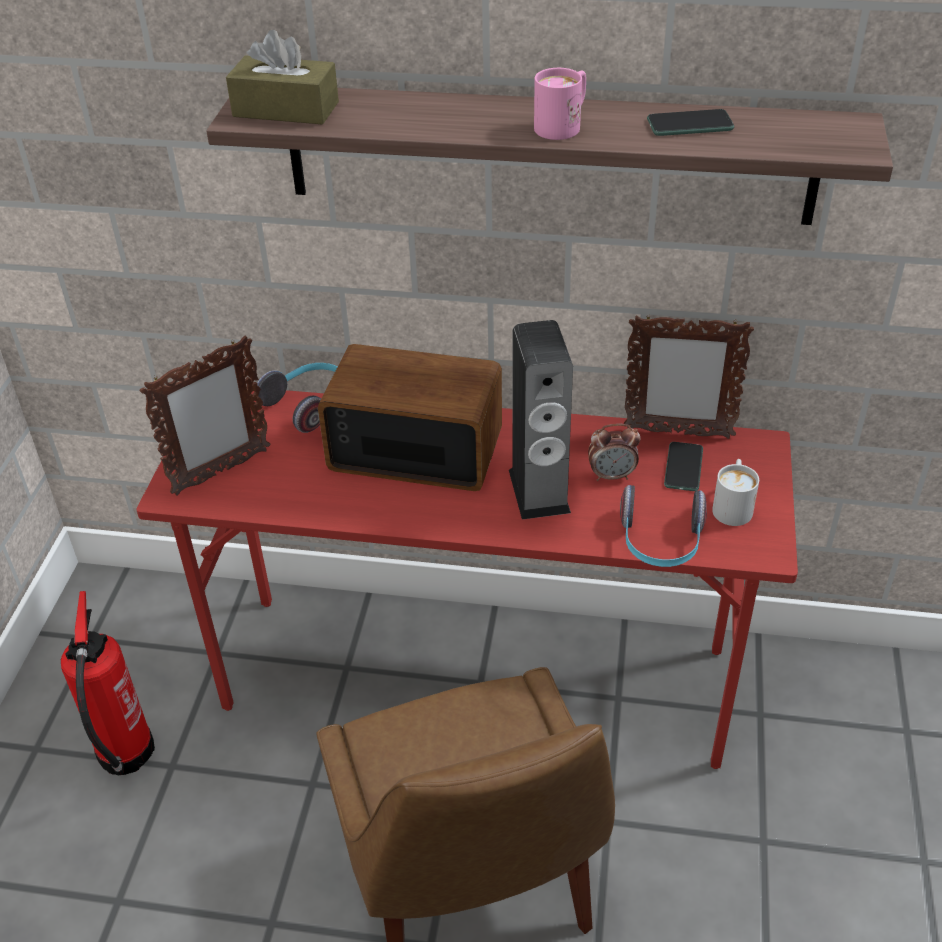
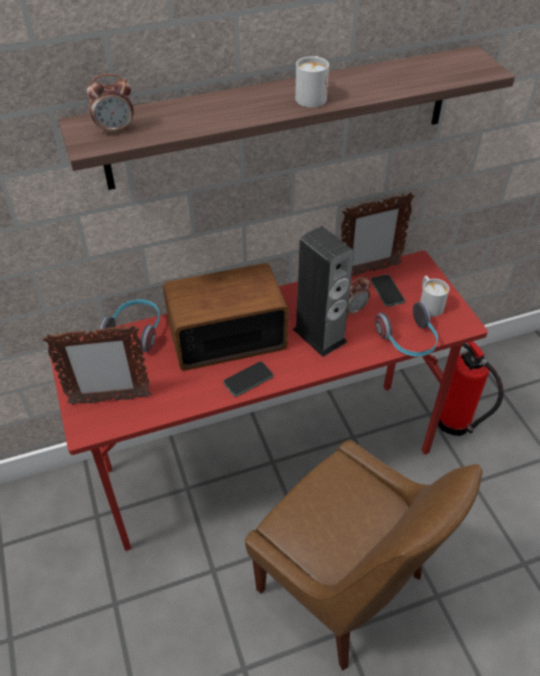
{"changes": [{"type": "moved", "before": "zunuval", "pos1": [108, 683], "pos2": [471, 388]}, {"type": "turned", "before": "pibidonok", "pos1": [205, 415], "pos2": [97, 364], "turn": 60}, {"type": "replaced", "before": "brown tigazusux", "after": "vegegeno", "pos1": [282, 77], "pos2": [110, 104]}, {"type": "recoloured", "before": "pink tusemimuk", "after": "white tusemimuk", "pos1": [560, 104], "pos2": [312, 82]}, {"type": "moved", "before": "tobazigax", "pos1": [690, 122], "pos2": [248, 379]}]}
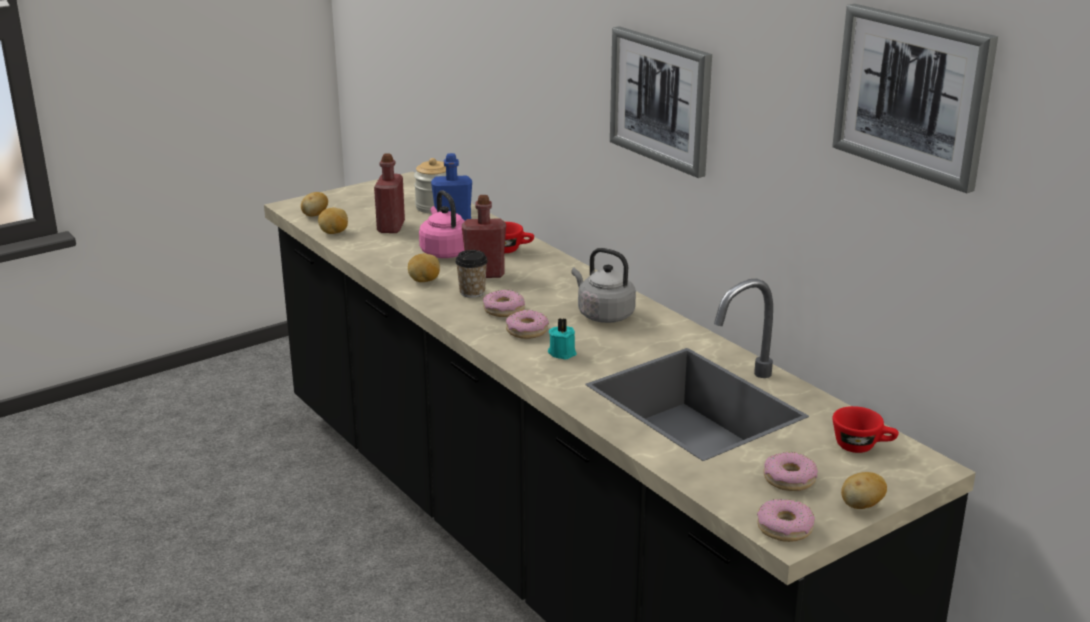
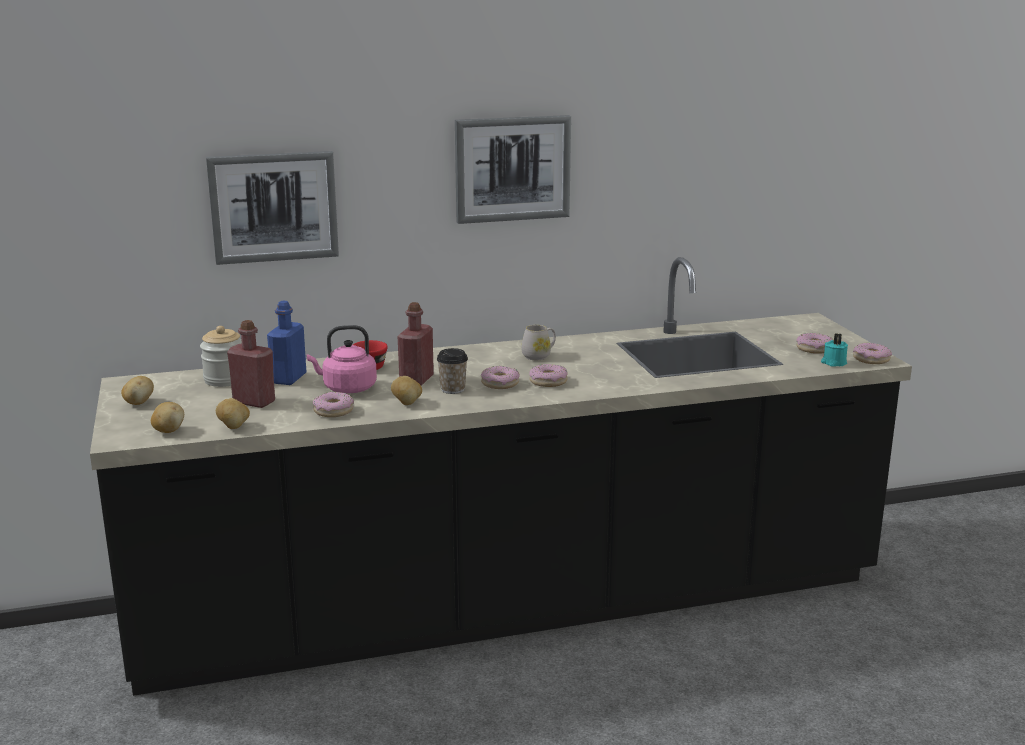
{"changes": [{"type": "moved", "before": "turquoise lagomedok", "pos1": [562, 339], "pos2": [834, 350]}, {"type": "replaced", "before": "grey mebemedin", "after": "white tusemimuk", "pos1": [604, 285], "pos2": [538, 342]}, {"type": "moved", "before": "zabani", "pos1": [915, 98], "pos2": [272, 208]}, {"type": "removed", "before": "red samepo", "pos1": [865, 429]}, {"type": "moved", "before": "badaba", "pos1": [864, 490], "pos2": [137, 390]}, {"type": "added", "after": "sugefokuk", "pos2": [333, 404]}]}
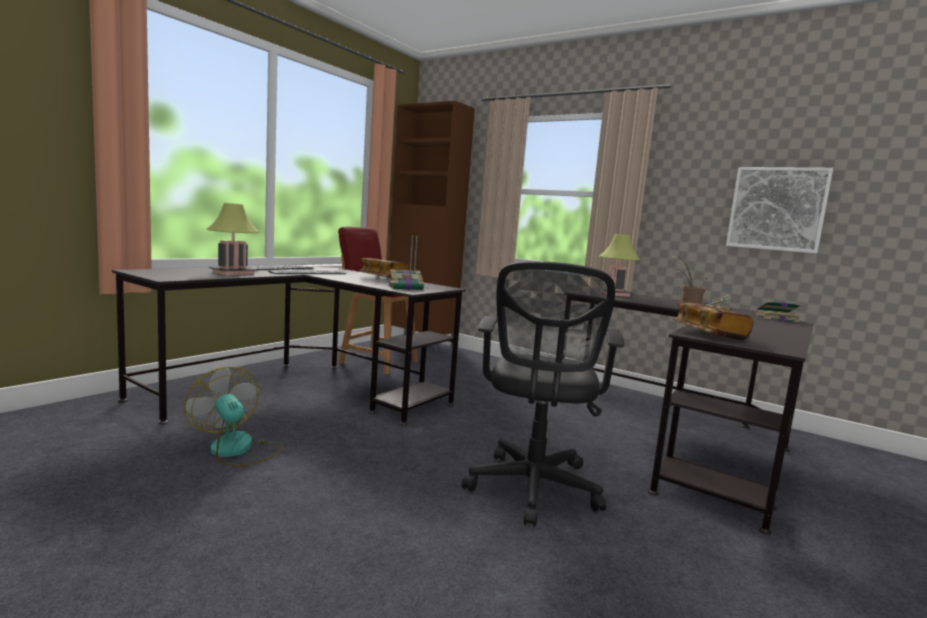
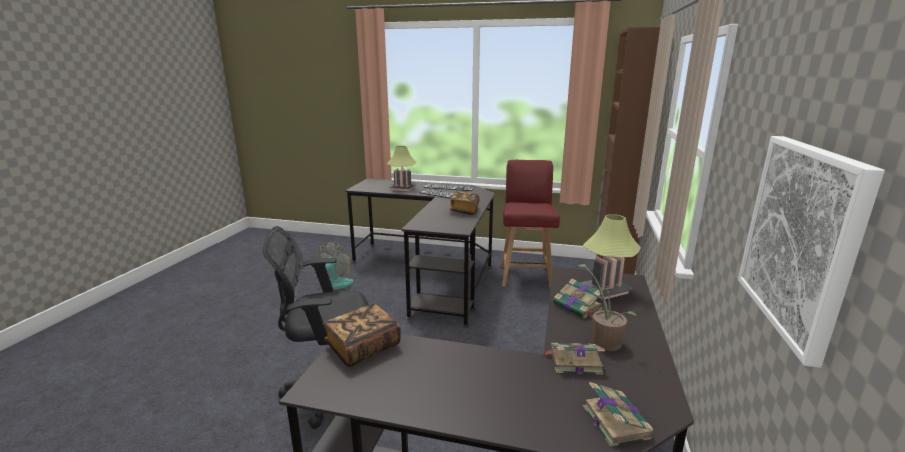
{"changes": [{"type": "moved", "before": "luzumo", "pos1": [408, 279], "pos2": [577, 298]}]}
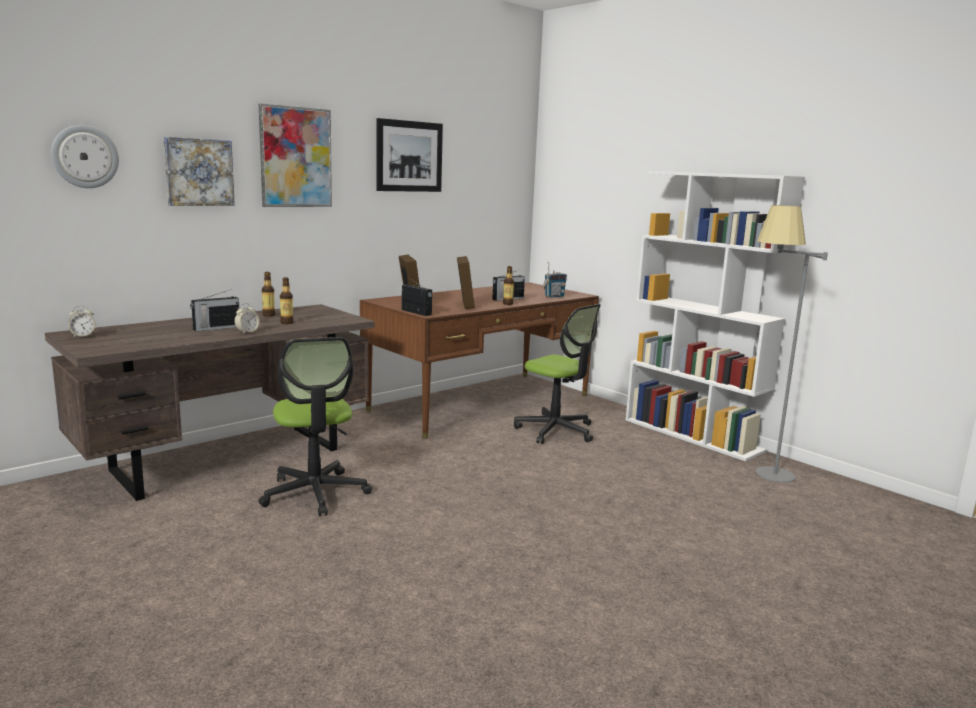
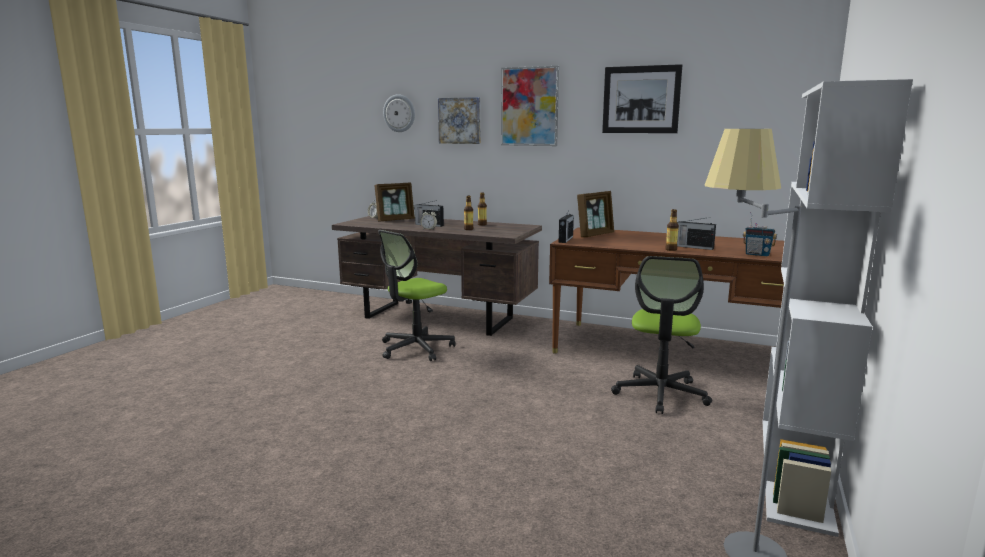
{"changes": [{"type": "moved", "before": "pibidonok", "pos1": [466, 282], "pos2": [394, 202]}]}
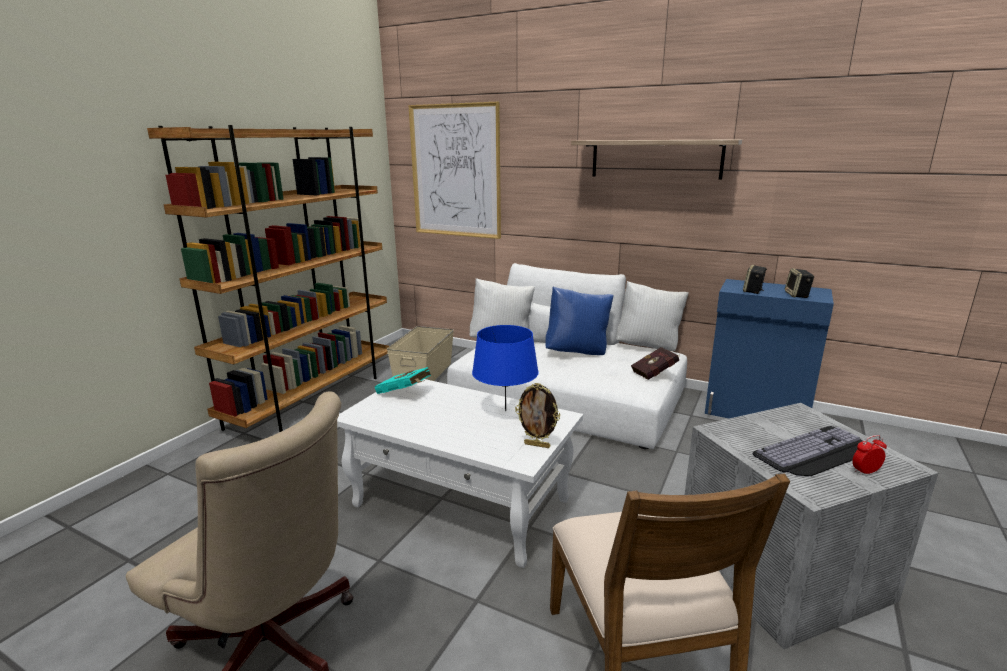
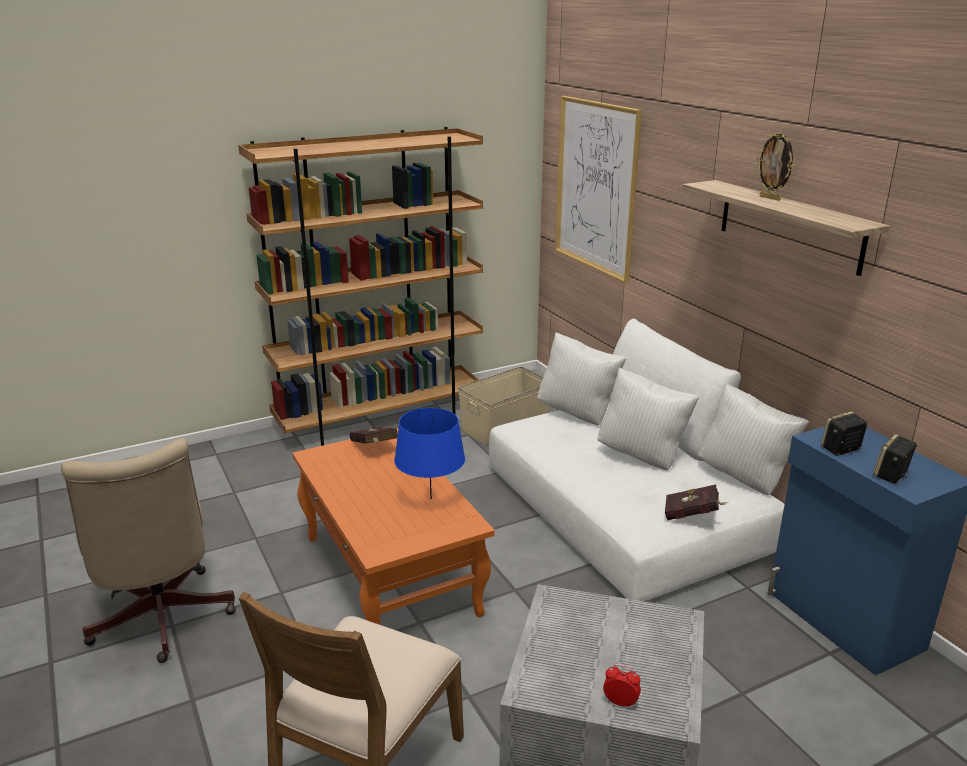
{"changes": [{"type": "recoloured", "before": "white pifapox", "after": "orange pifapox", "pos1": [460, 473], "pos2": [393, 526]}, {"type": "recoloured", "before": "turquoise luzumo", "after": "red luzumo", "pos1": [403, 380], "pos2": [374, 435]}, {"type": "moved", "before": "pibidonok", "pos1": [537, 415], "pos2": [775, 166]}, {"type": "recoloured", "before": "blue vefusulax", "after": "white vefusulax", "pos1": [579, 320], "pos2": [648, 418]}, {"type": "removed", "before": "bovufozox", "pos1": [808, 451]}]}
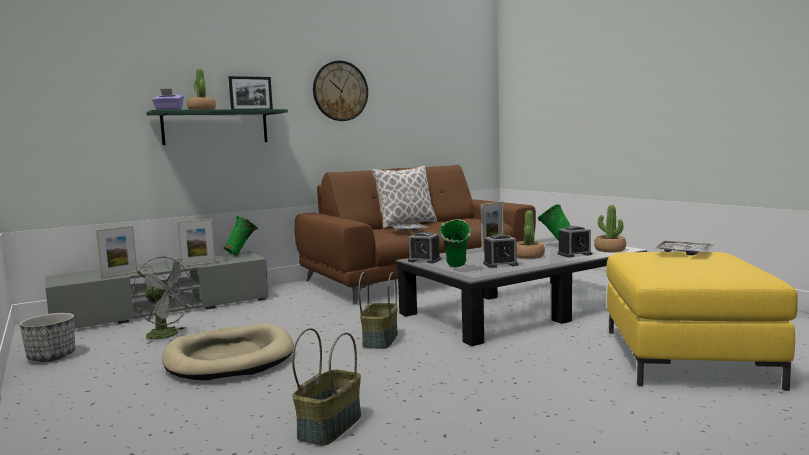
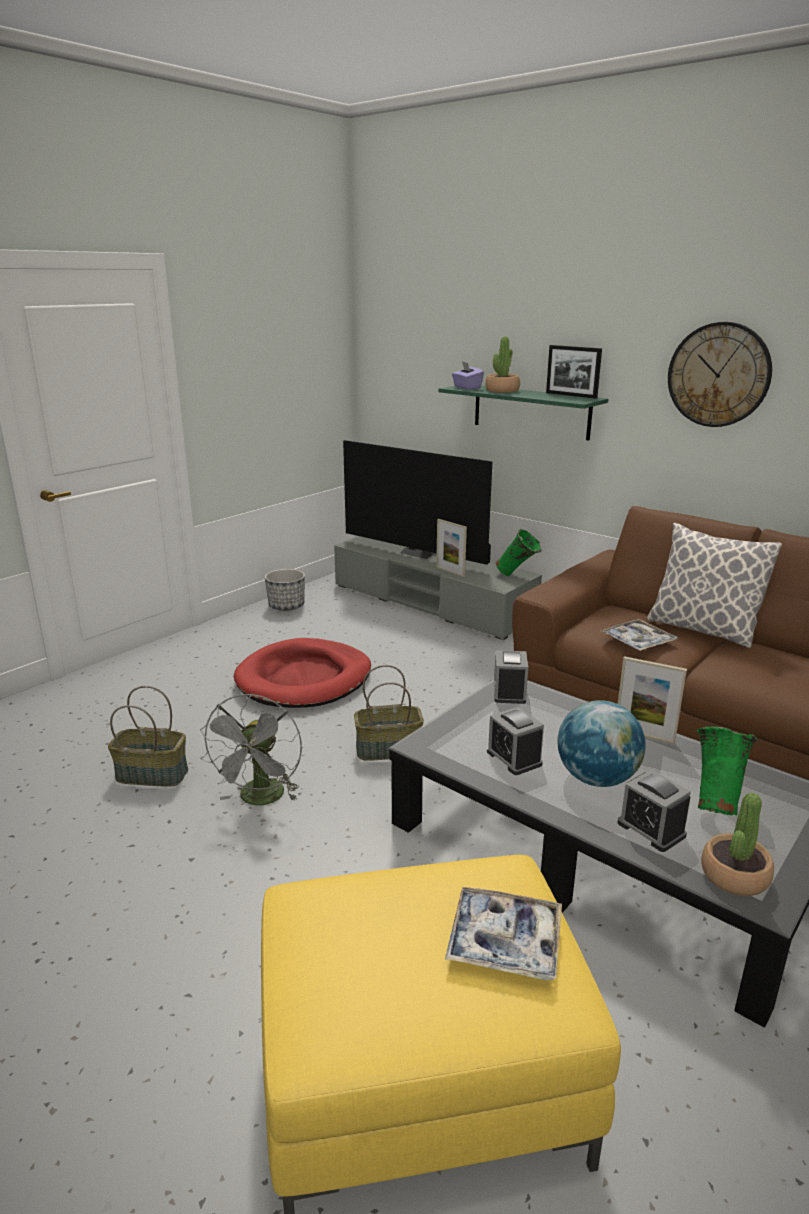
{"changes": [{"type": "removed", "before": "pibidonok", "pos1": [116, 252]}, {"type": "moved", "before": "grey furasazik", "pos1": [166, 300], "pos2": [251, 750]}, {"type": "recoloured", "before": "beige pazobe", "after": "red pazobe", "pos1": [228, 351], "pos2": [302, 673]}, {"type": "removed", "before": "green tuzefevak", "pos1": [456, 243]}, {"type": "replaced", "before": "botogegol", "after": "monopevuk", "pos1": [530, 234], "pos2": [602, 743]}, {"type": "added", "after": "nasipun", "pos2": [417, 502]}]}
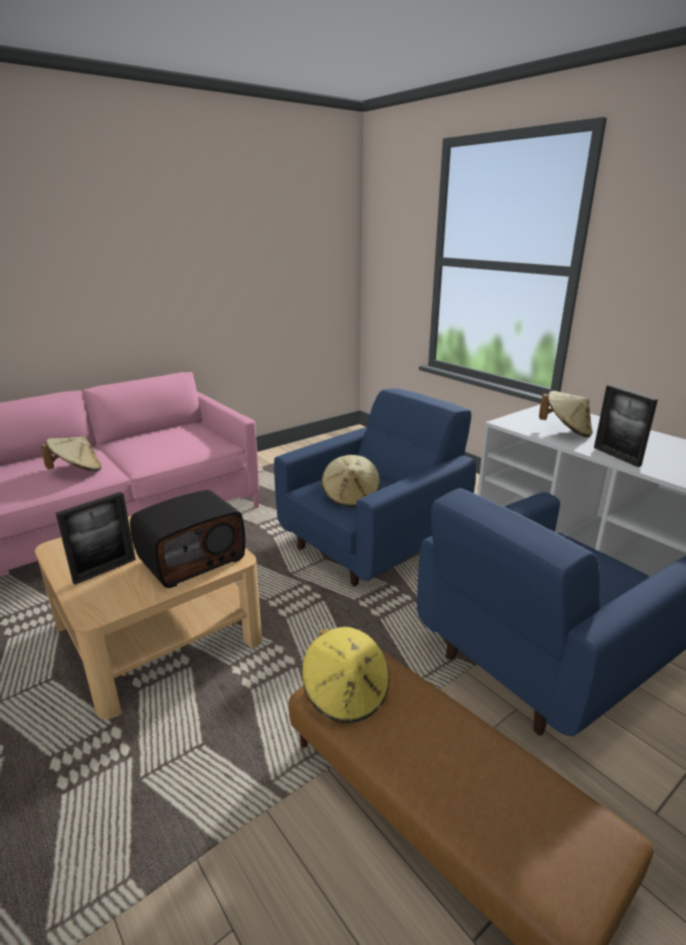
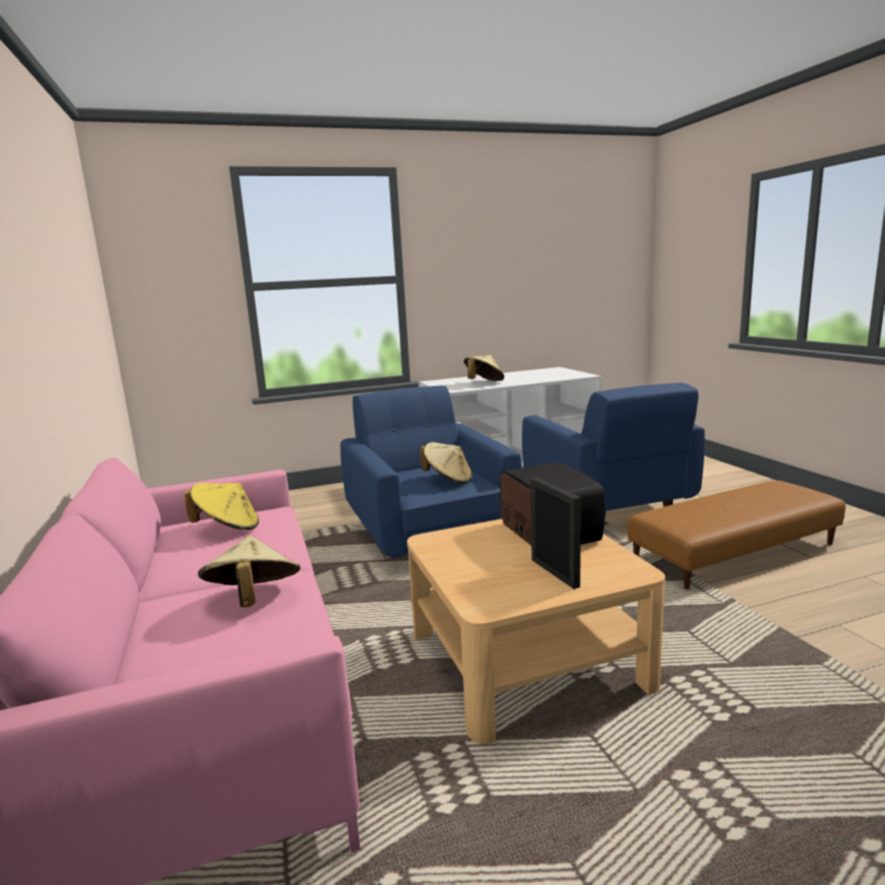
{"changes": [{"type": "moved", "before": "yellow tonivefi", "pos1": [345, 675], "pos2": [221, 506]}, {"type": "removed", "before": "pibidonok", "pos1": [626, 426]}]}
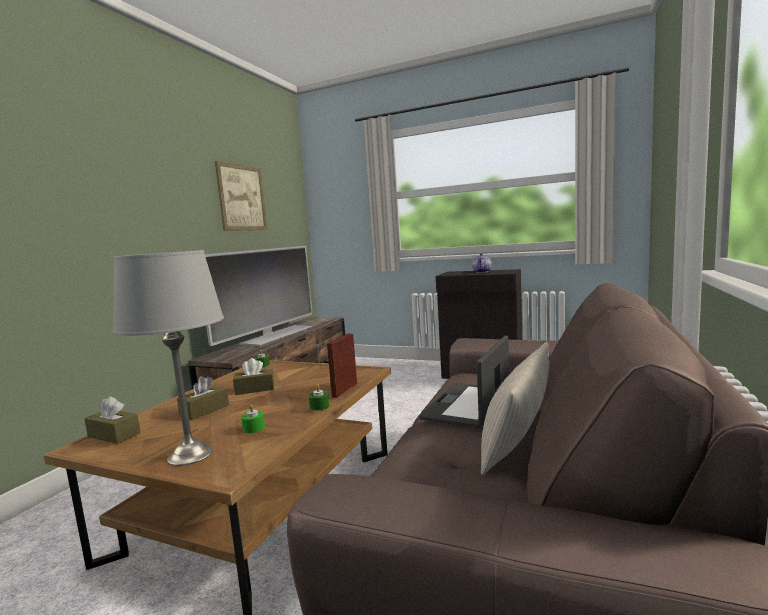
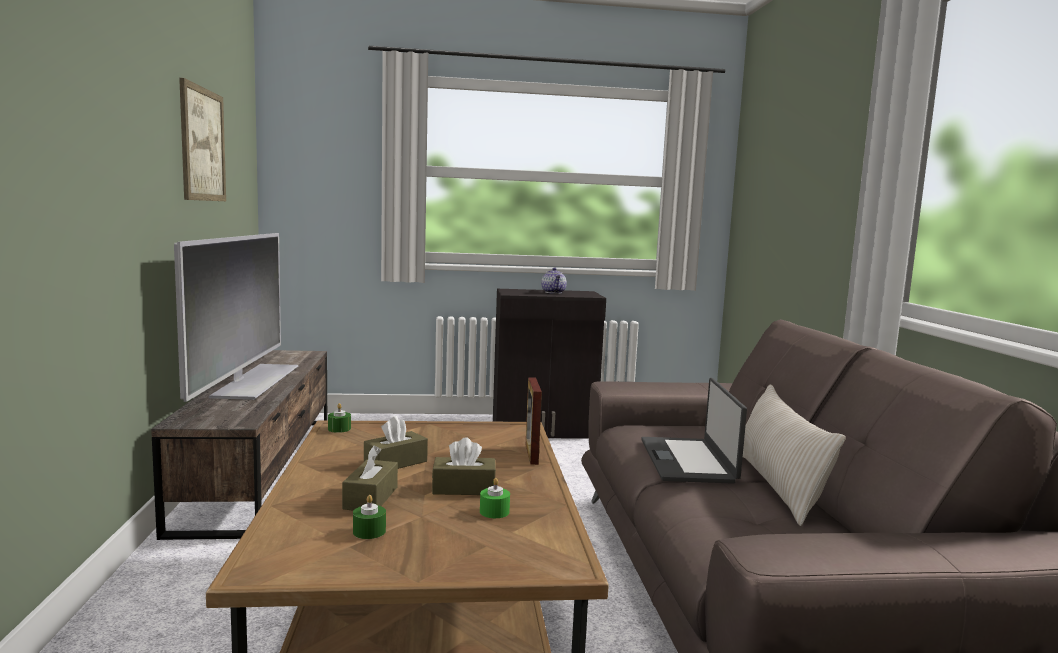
{"changes": [{"type": "moved", "before": "brown tigazusux", "pos1": [112, 420], "pos2": [464, 466]}, {"type": "removed", "before": "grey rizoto", "pos1": [168, 358]}, {"type": "moved", "before": "green lagomedok", "pos1": [319, 397], "pos2": [369, 517]}]}
